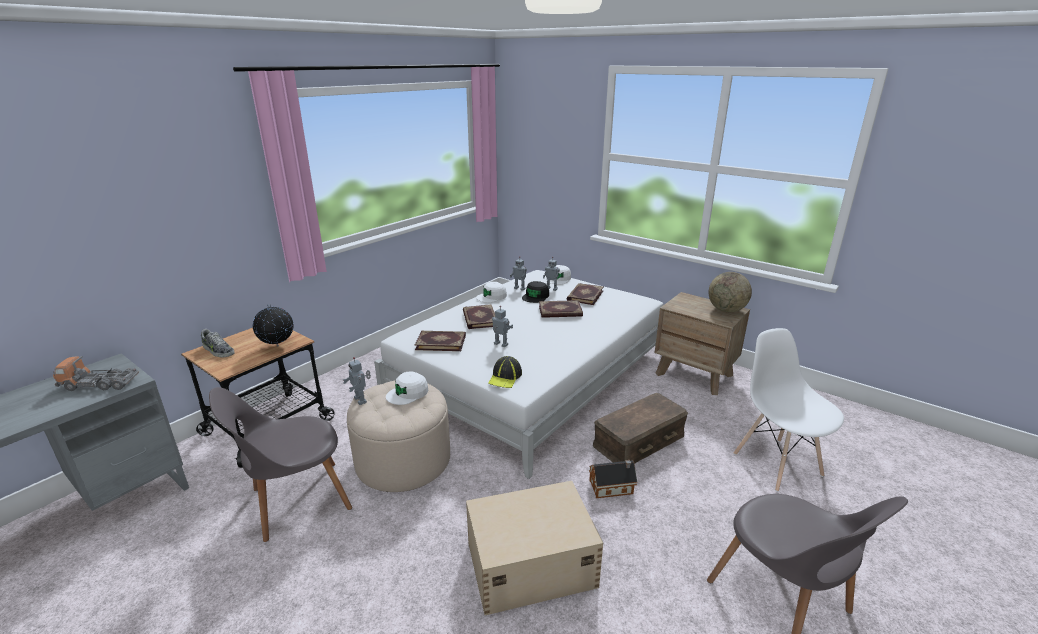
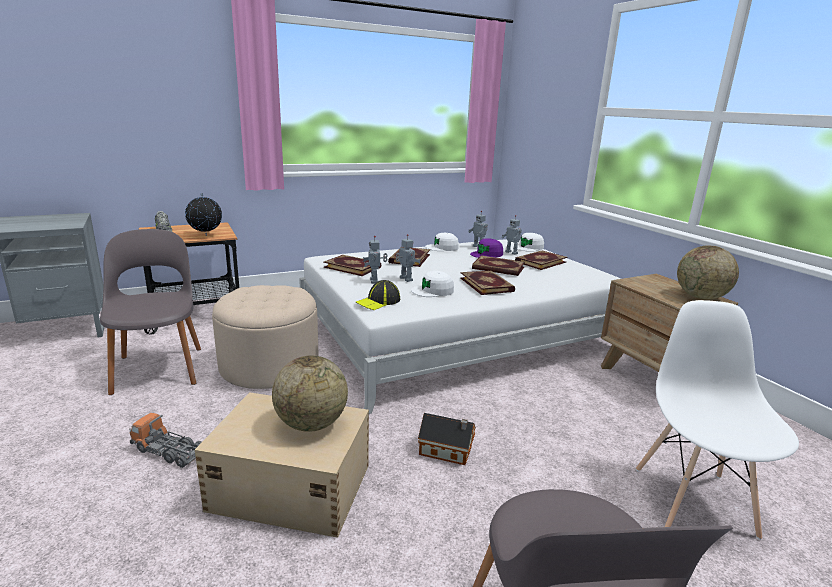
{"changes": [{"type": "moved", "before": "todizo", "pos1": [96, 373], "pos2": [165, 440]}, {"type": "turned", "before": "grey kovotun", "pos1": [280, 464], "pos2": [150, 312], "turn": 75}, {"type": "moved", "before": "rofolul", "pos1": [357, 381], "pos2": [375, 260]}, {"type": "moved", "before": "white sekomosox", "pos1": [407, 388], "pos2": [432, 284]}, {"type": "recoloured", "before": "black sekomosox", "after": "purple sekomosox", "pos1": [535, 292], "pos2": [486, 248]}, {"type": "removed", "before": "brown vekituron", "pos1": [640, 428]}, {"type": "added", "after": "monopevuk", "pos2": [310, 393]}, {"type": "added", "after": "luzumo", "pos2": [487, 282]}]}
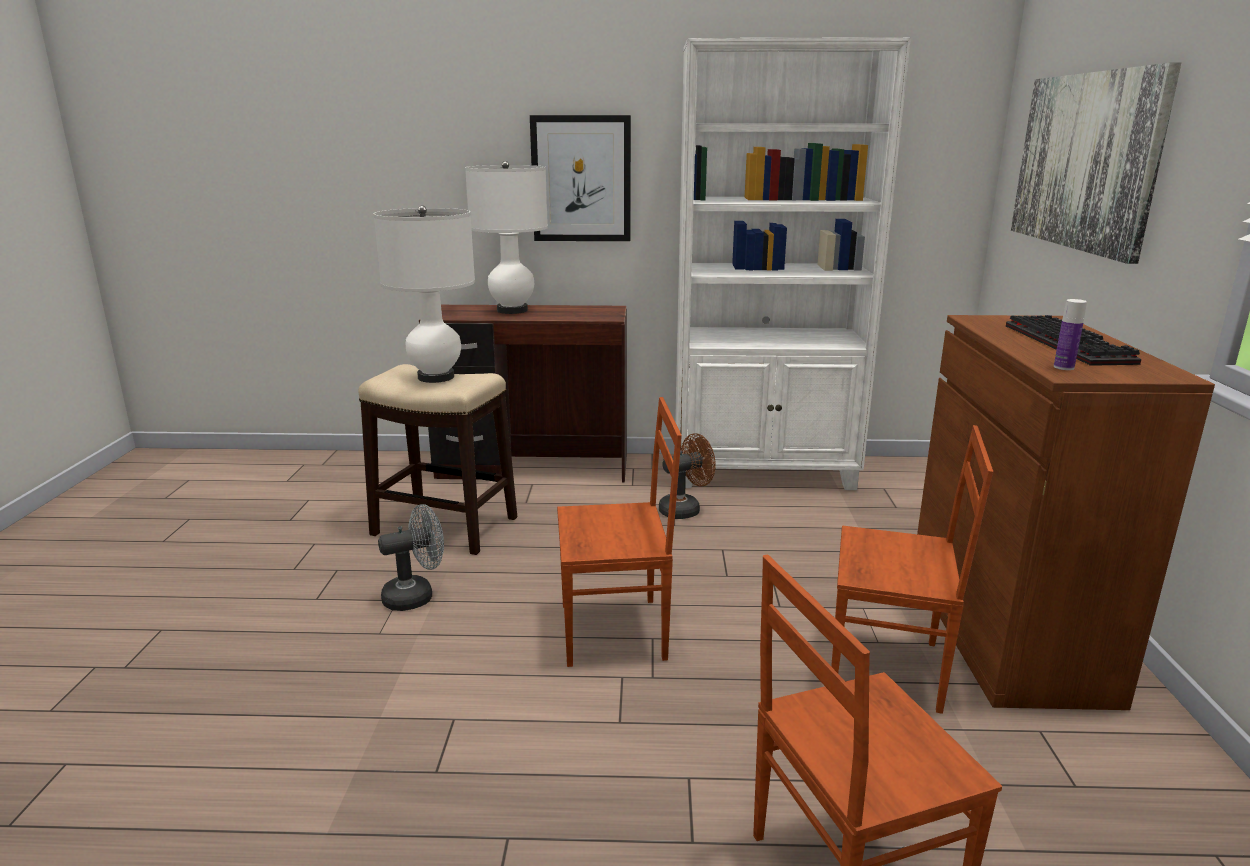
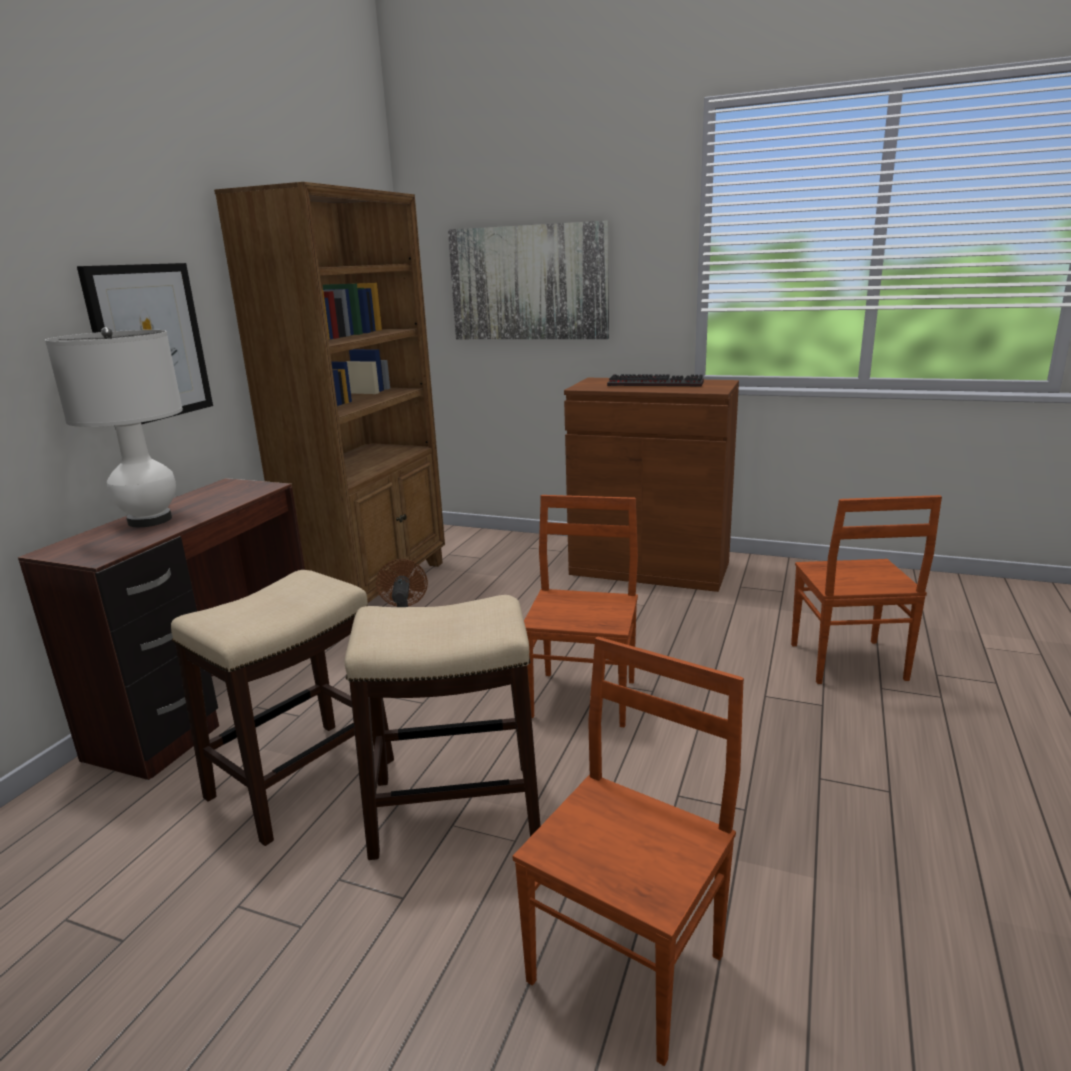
{"changes": [{"type": "removed", "before": "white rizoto", "pos1": [424, 294]}, {"type": "replaced", "before": "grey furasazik", "after": "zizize", "pos1": [411, 557], "pos2": [442, 727]}, {"type": "recoloured", "before": "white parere", "after": "brown parere", "pos1": [793, 263], "pos2": [329, 392]}, {"type": "moved", "before": "brown kovotun", "pos1": [912, 569], "pos2": [628, 851]}, {"type": "removed", "before": "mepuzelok", "pos1": [1070, 334]}]}
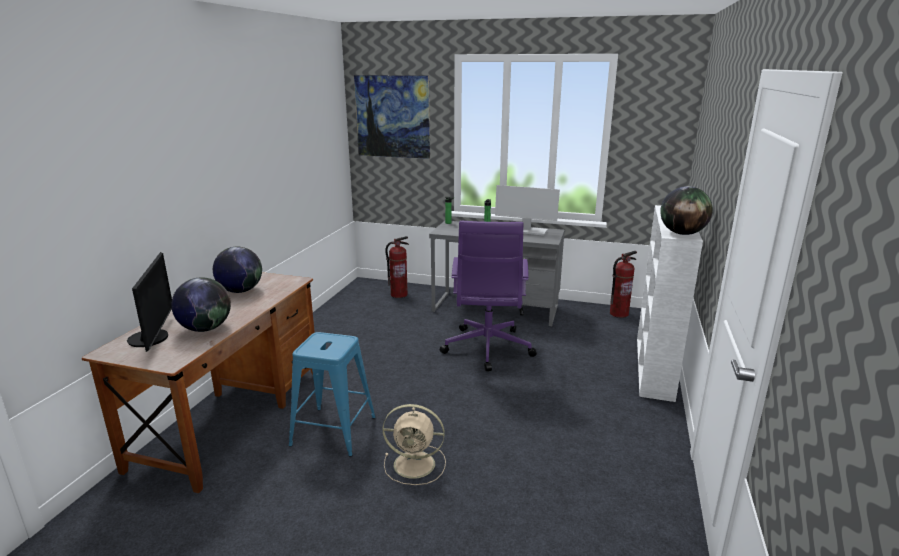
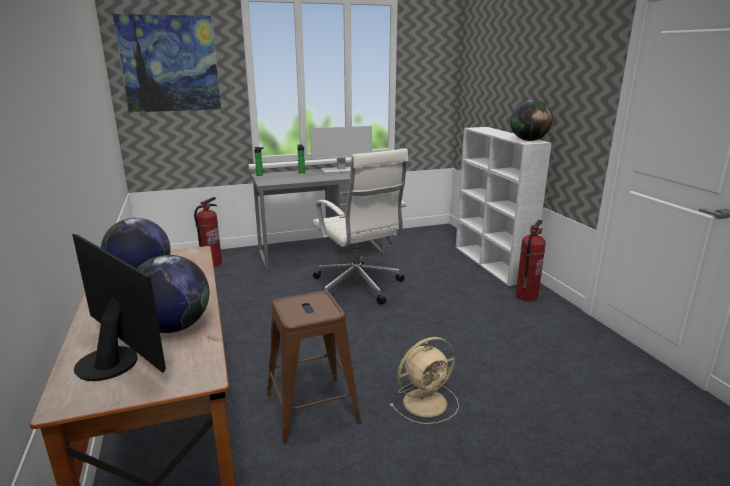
{"changes": [{"type": "recoloured", "before": "blue zizize", "after": "brown zizize", "pos1": [332, 394], "pos2": [314, 367]}, {"type": "recoloured", "before": "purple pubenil", "after": "white pubenil", "pos1": [488, 296], "pos2": [360, 226]}, {"type": "moved", "before": "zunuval", "pos1": [623, 284], "pos2": [531, 260]}]}
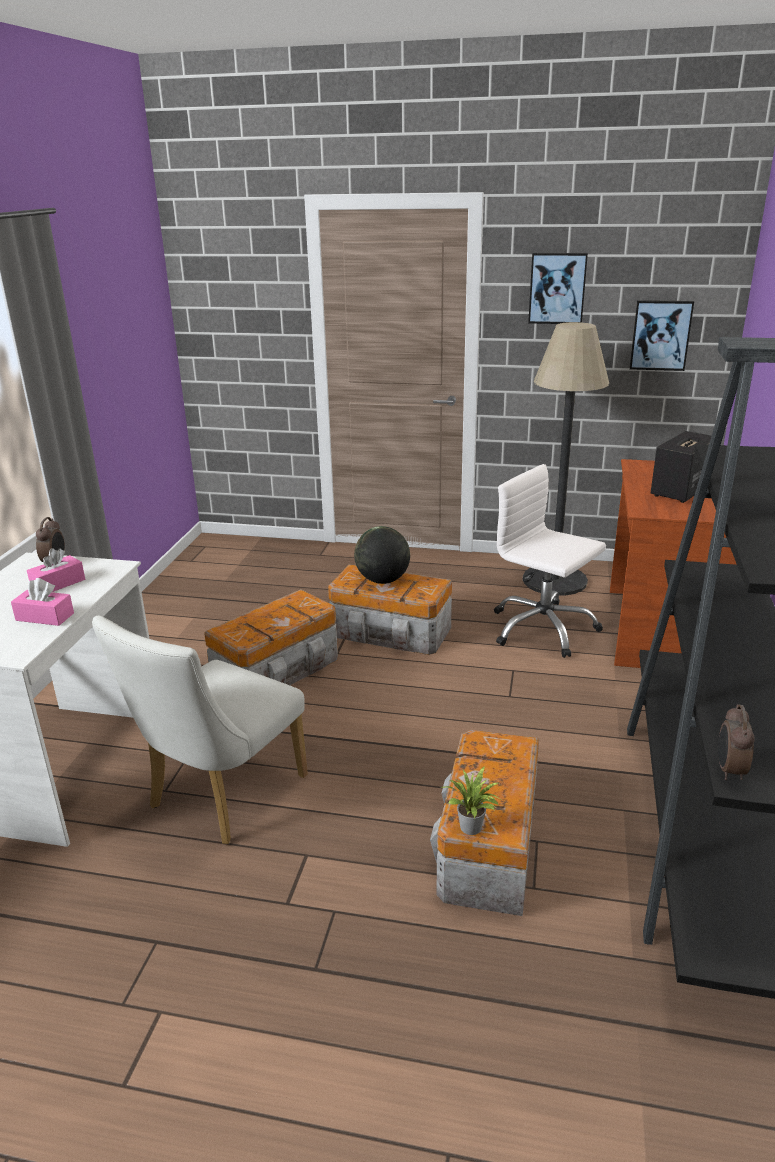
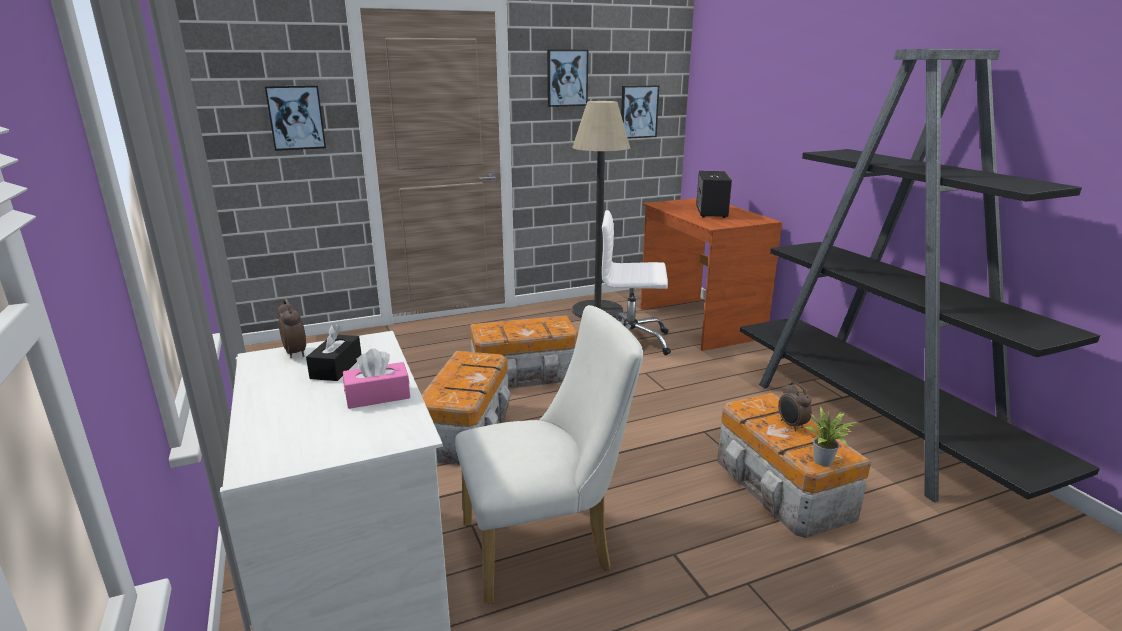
{"changes": [{"type": "recoloured", "before": "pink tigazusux", "after": "black tigazusux", "pos1": [56, 570], "pos2": [334, 352]}, {"type": "turned", "before": "white kovotun", "pos1": [200, 730], "pos2": [549, 454], "turn": -105}, {"type": "removed", "before": "monopevuk", "pos1": [382, 555]}, {"type": "moved", "before": "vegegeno", "pos1": [736, 742], "pos2": [795, 406]}, {"type": "added", "after": "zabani", "pos2": [295, 118]}]}
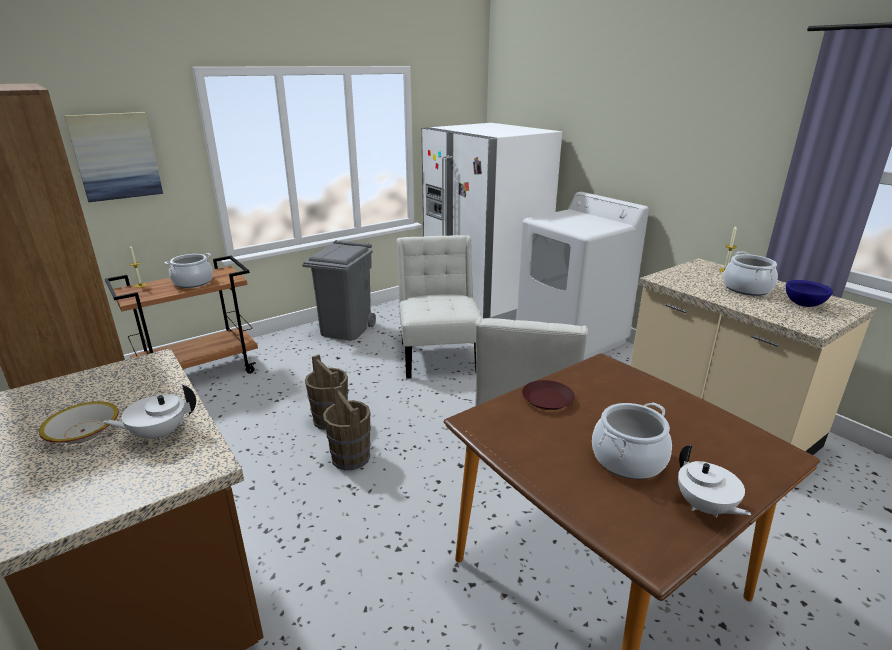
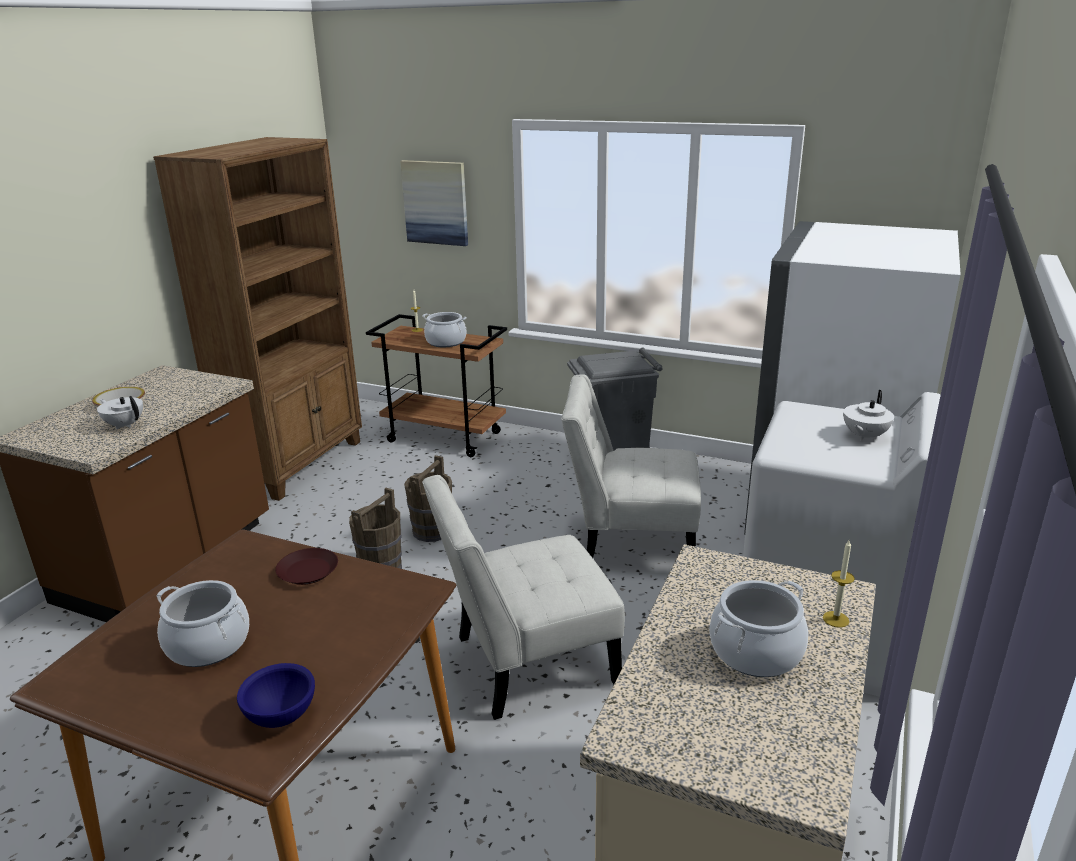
{"changes": [{"type": "turned", "before": "white kovotun", "pos1": [440, 307], "pos2": [631, 466], "turn": -135}, {"type": "moved", "before": "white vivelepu", "pos1": [714, 481], "pos2": [868, 415]}, {"type": "moved", "before": "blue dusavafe", "pos1": [809, 293], "pos2": [276, 695]}]}
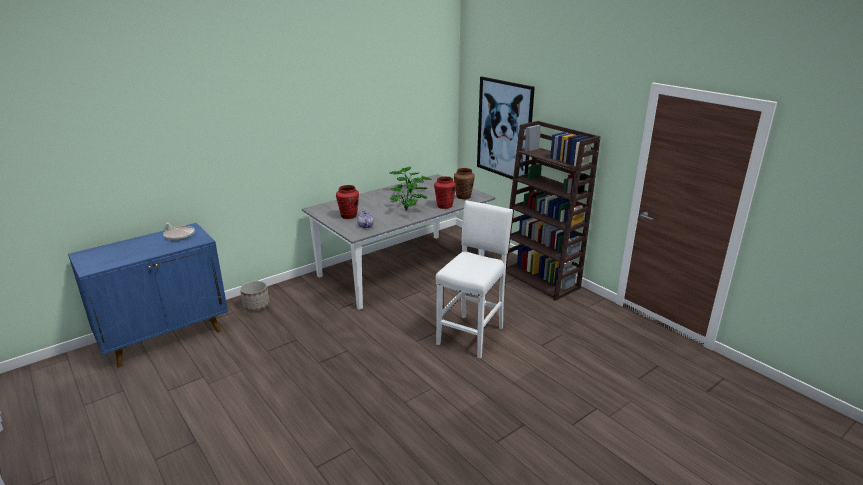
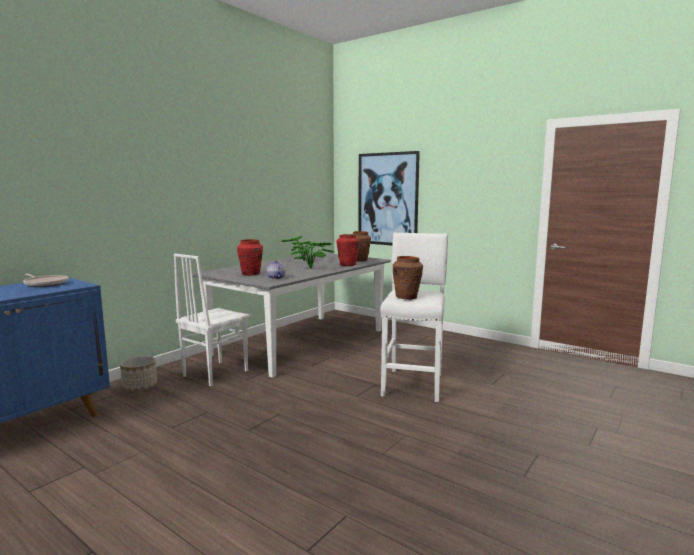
{"changes": [{"type": "removed", "before": "brown parere", "pos1": [553, 211]}, {"type": "added", "after": "white kovotun", "pos2": [212, 320]}, {"type": "added", "after": "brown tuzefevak", "pos2": [408, 278]}]}
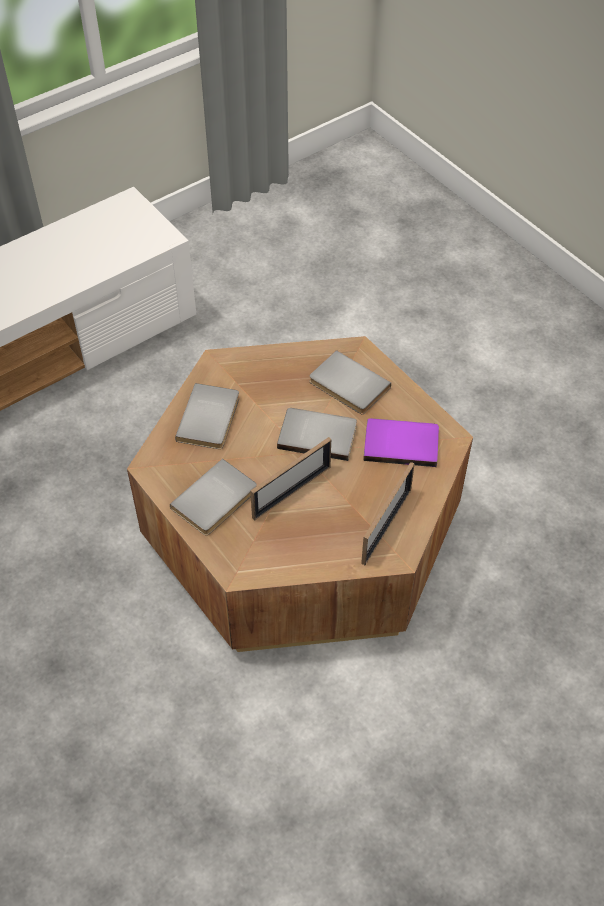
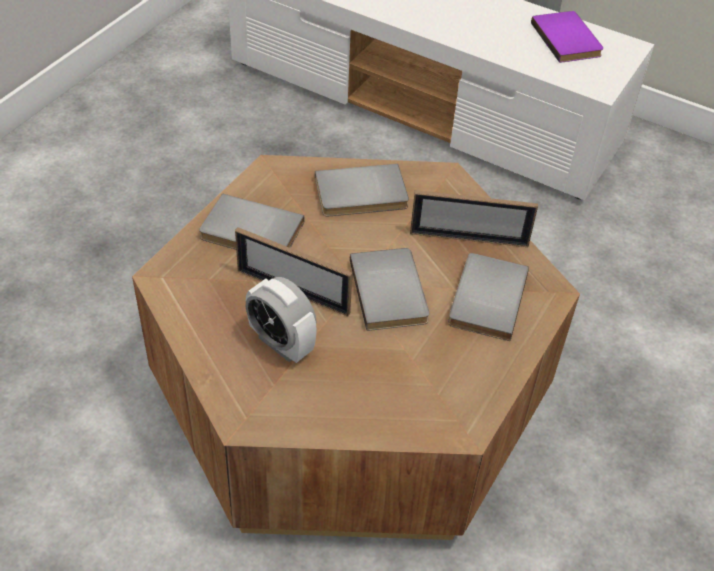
{"changes": [{"type": "moved", "before": "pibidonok", "pos1": [388, 513], "pos2": [474, 218]}, {"type": "moved", "before": "purple luzumo", "pos1": [401, 442], "pos2": [567, 37]}, {"type": "added", "after": "vegegeno", "pos2": [281, 320]}]}
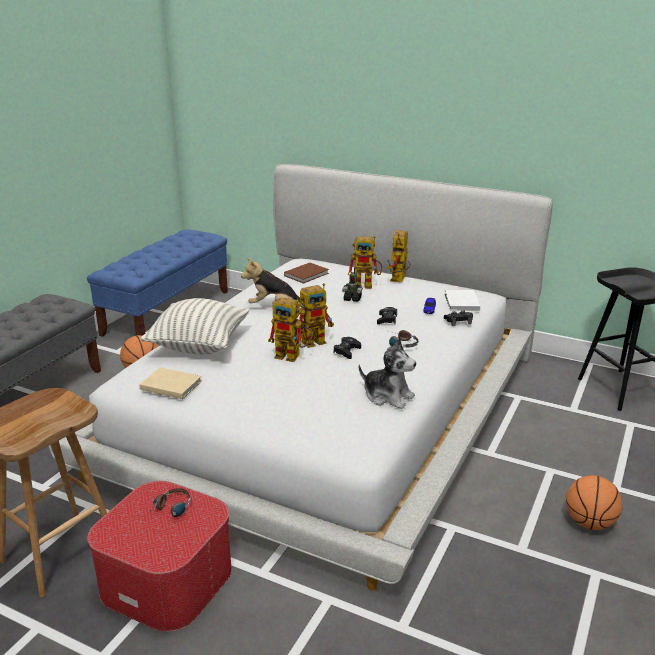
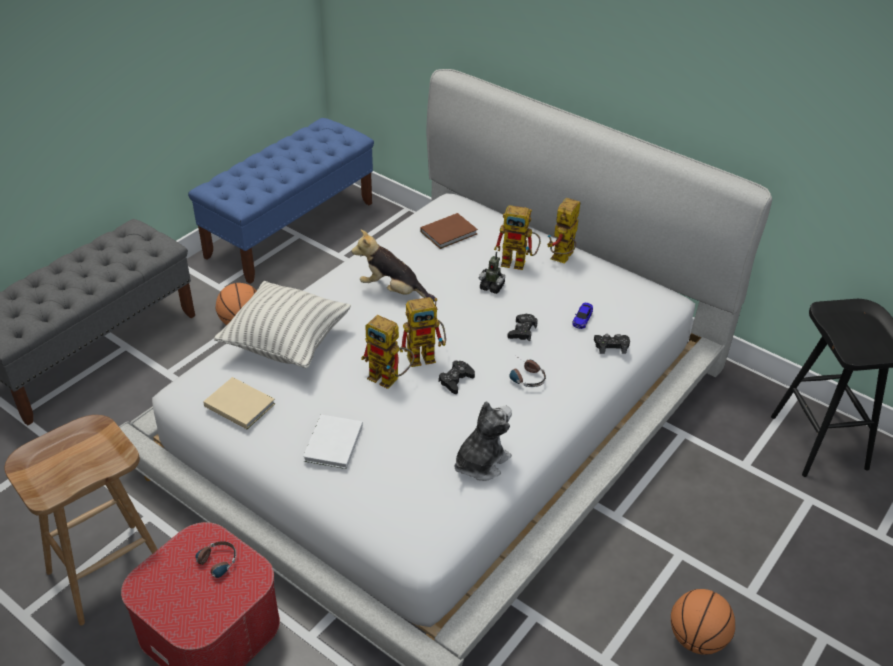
{"changes": [{"type": "turned", "before": "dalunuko", "pos1": [387, 373], "pos2": [483, 441], "turn": -90}, {"type": "moved", "before": "white luzumo", "pos1": [462, 300], "pos2": [333, 442]}]}
